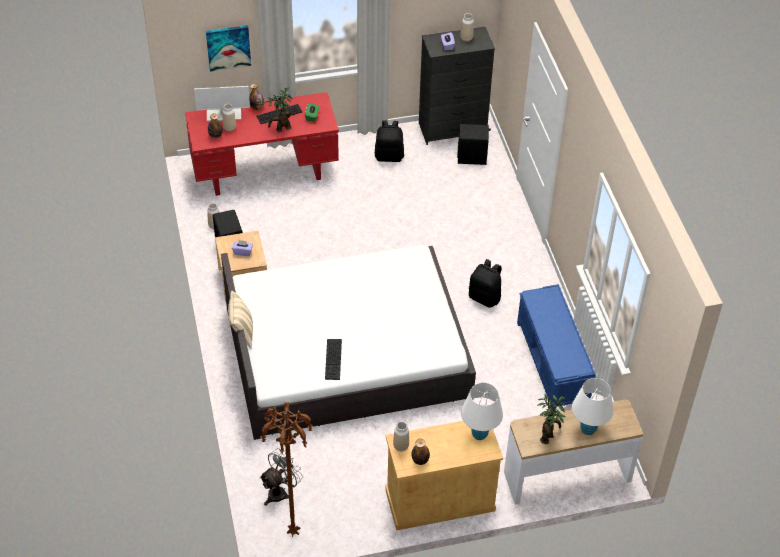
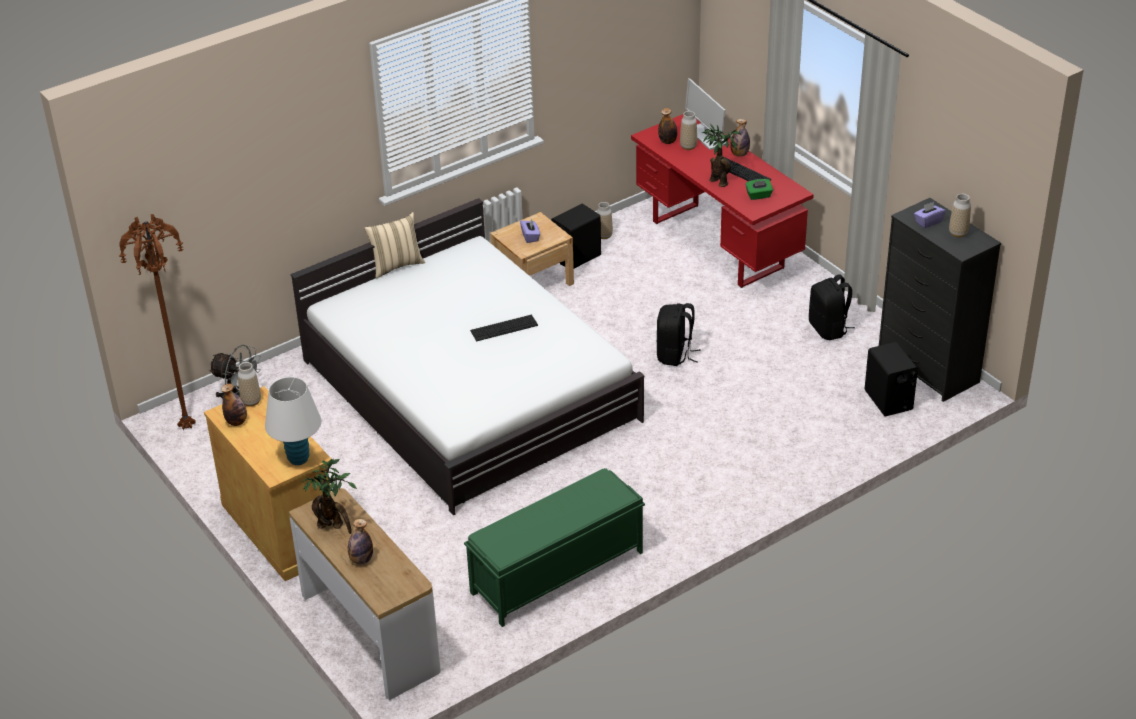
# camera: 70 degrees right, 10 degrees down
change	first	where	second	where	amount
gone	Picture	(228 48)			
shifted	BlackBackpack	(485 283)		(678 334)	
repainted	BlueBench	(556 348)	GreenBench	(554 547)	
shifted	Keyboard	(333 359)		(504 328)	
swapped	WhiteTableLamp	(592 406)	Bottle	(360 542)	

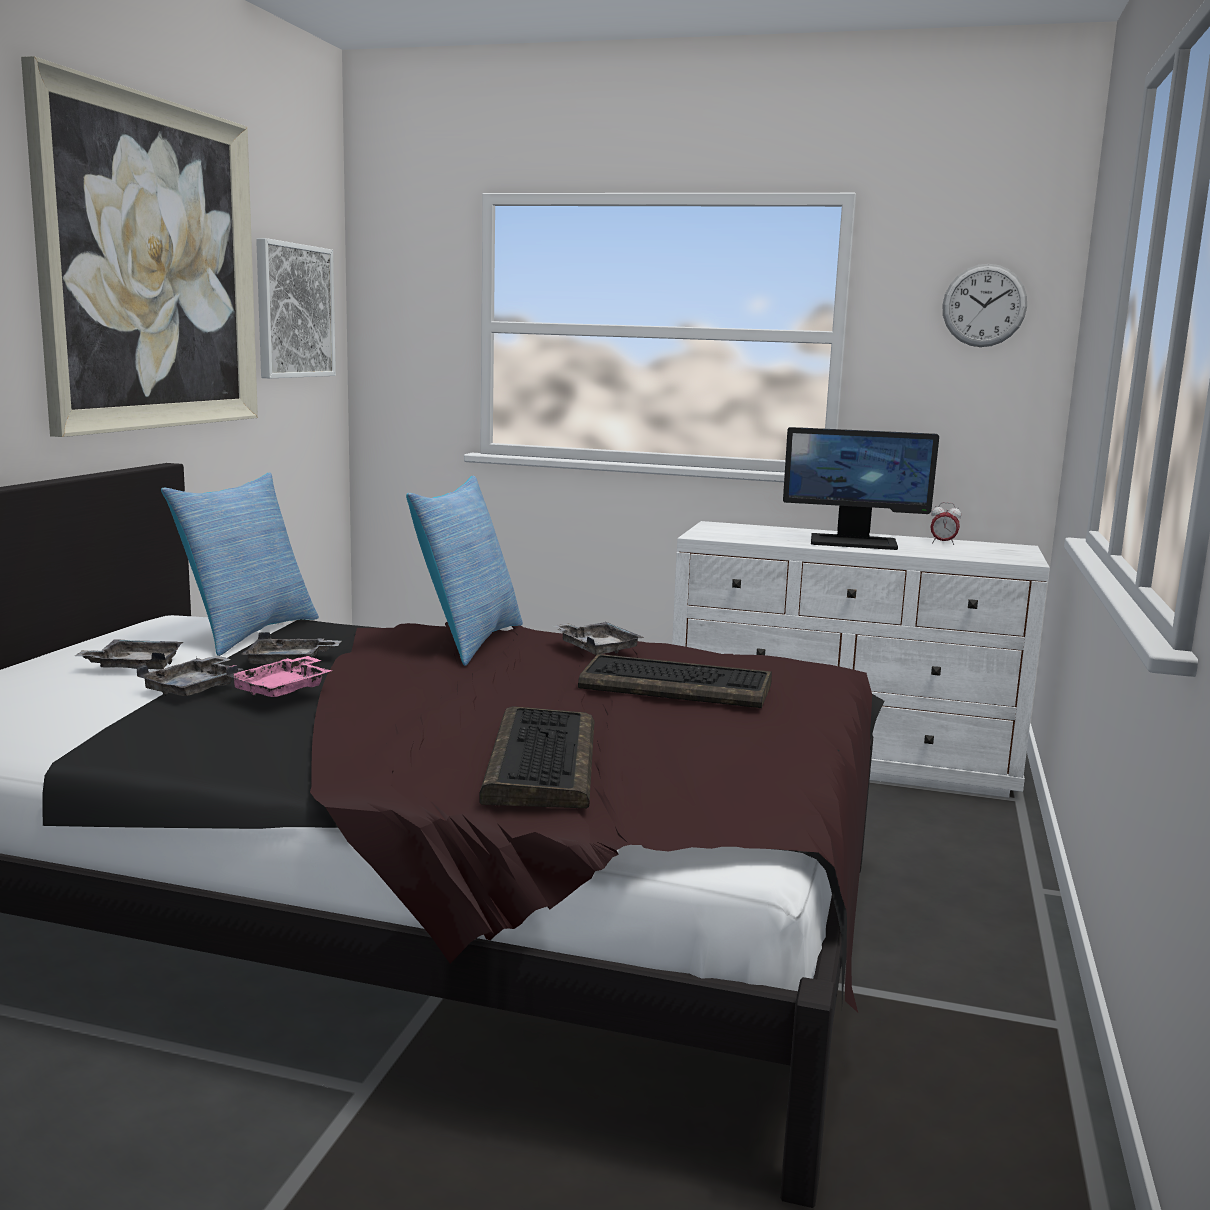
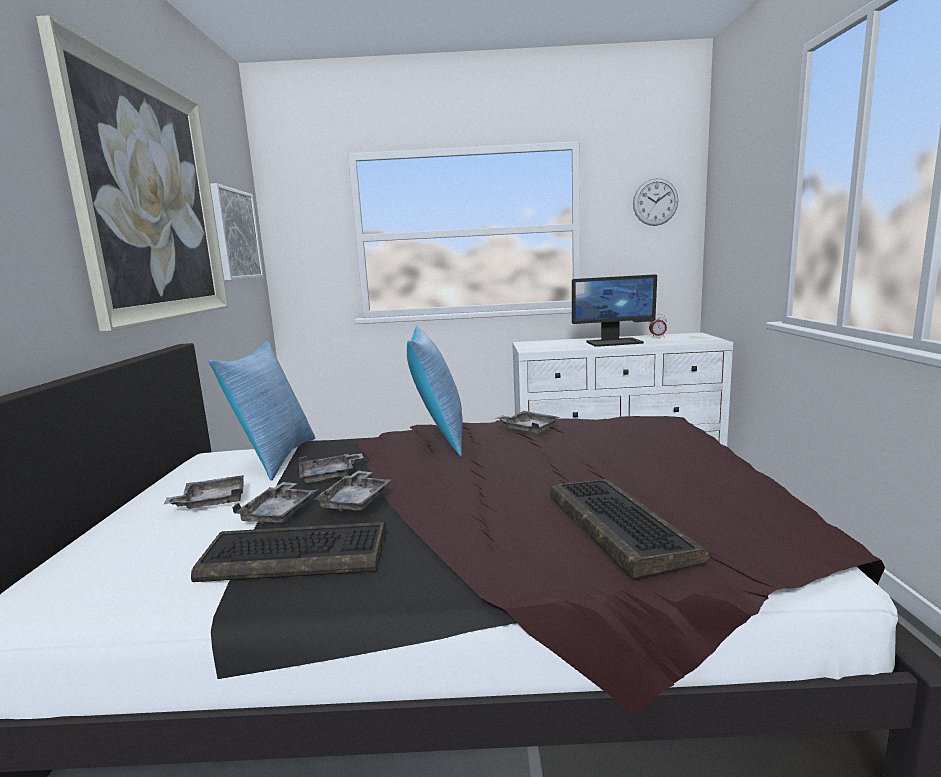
# camera: 15 degrees left, 0 degrees up
change	first	where	second	where	amount
shifted	Keyboard	(675 681)		(288 552)	
repainted	PinkTray	(279 676)	GreyTray	(352 491)	

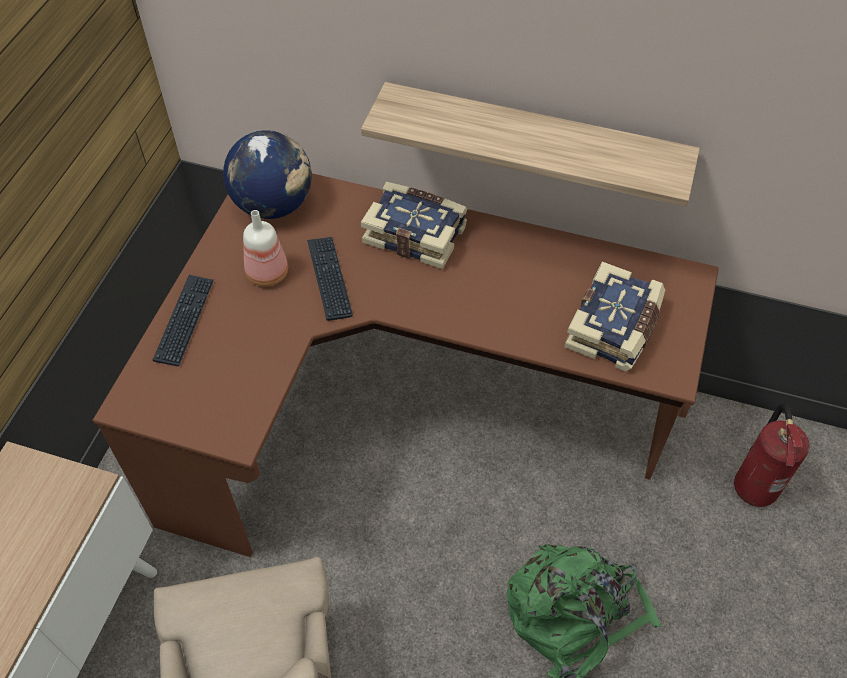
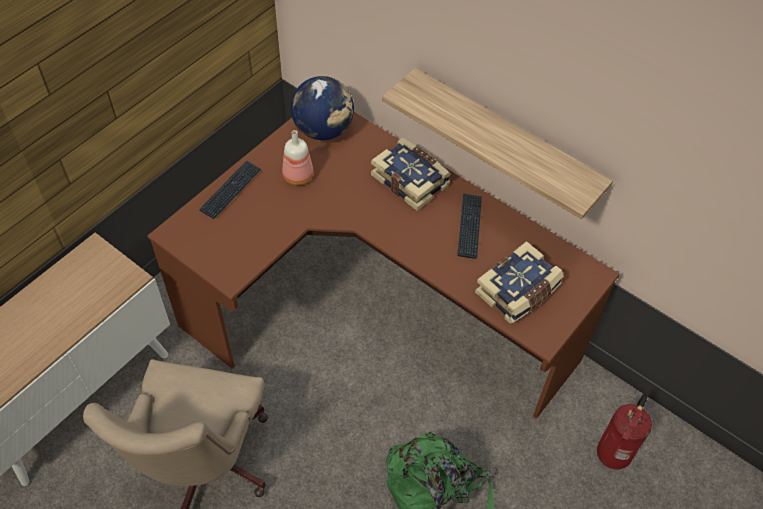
# camera: 20 degrees right, 0 degrees up
change	first	where	second	where	amount
shifted	Keyboard	(330 279)		(469 226)	

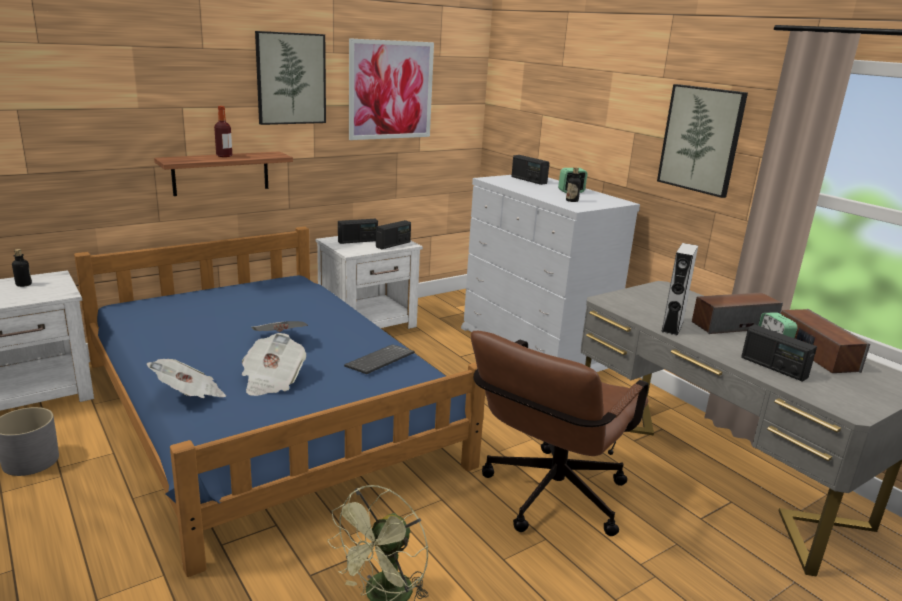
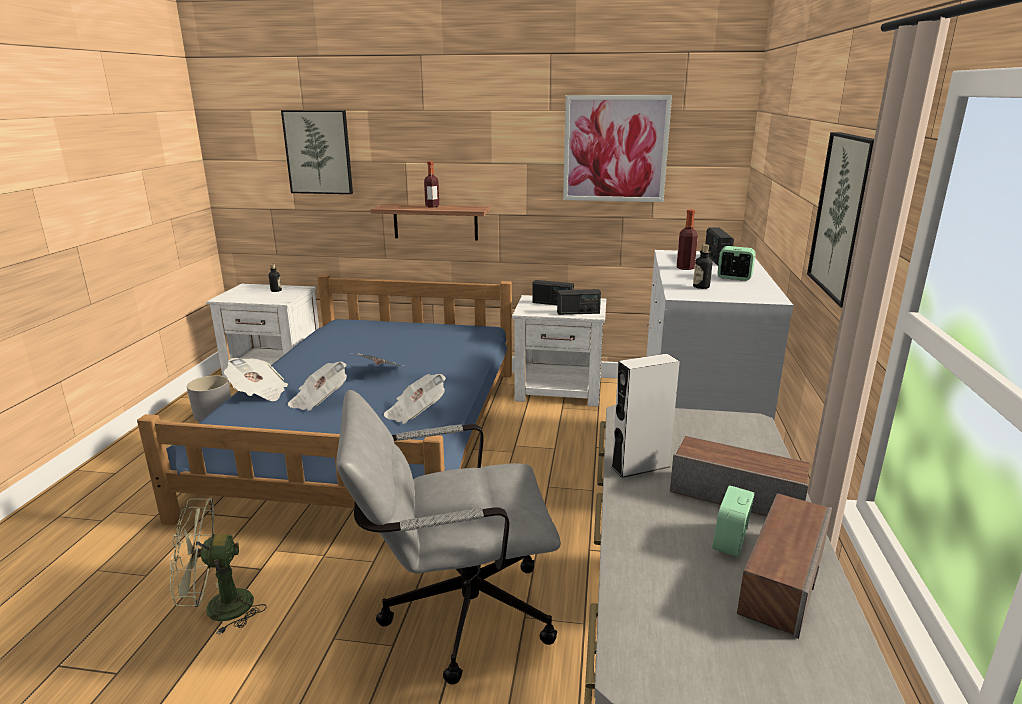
# camera: 45 degrees right, 0 degrees up
change	first	where	second	where	amount
shifted	Picture	(290 78)		(317 152)	
gone	Radio	(779 353)			
repainted	BrownOfficeChair	(560 433)	GreyOfficeChair	(448 537)	
swapped	Keyboard	(379 359)	Newspaper	(415 399)	
new			Bottle	(687 239)	

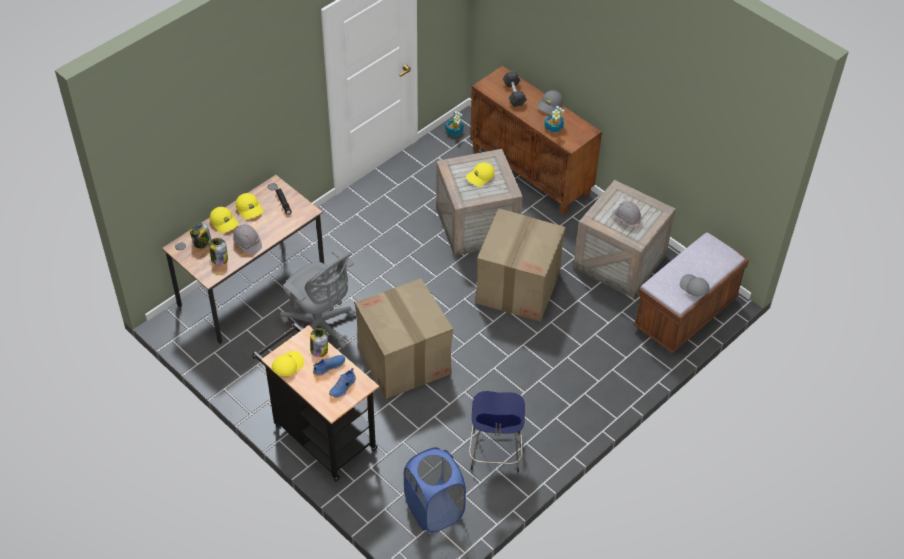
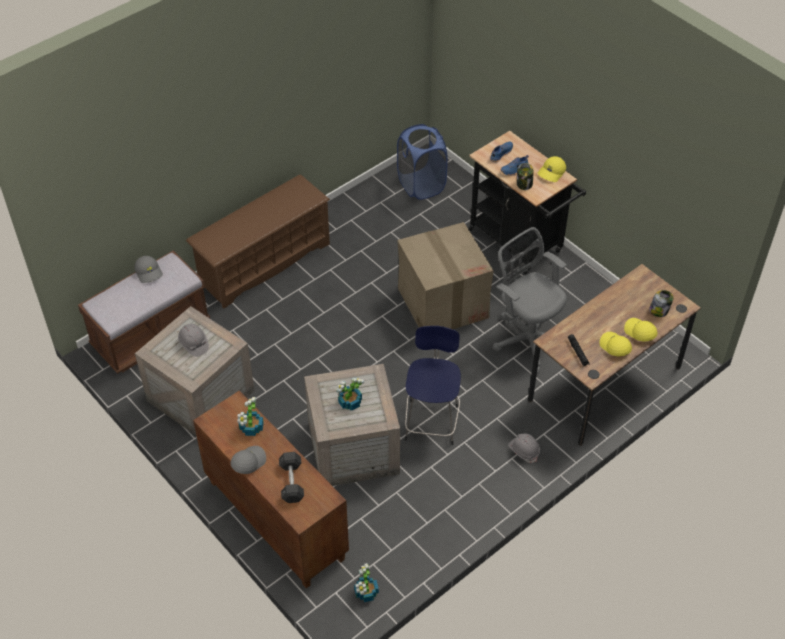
# camera: 175 degrees left, 0 degrees up
change	first	where	second	where	amount
swapped	YellowCap	(480 174)	PottedPlant	(350 394)	
gone	CardboardBox	(520 265)			
shifted	GreyHardHat	(247 239)		(524 448)	
gone	Jar	(218 251)			
shifted	BlueStool	(497 432)		(433 385)	
new			BrownShoeRack	(258 241)	

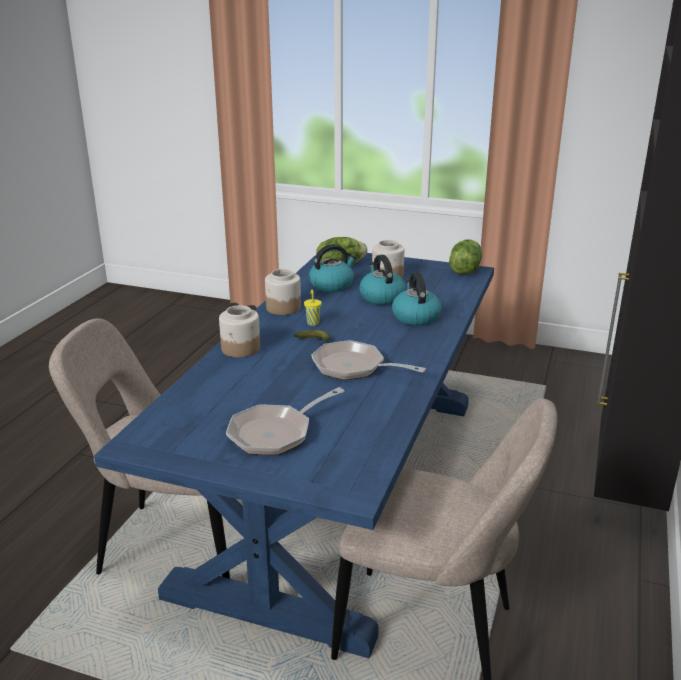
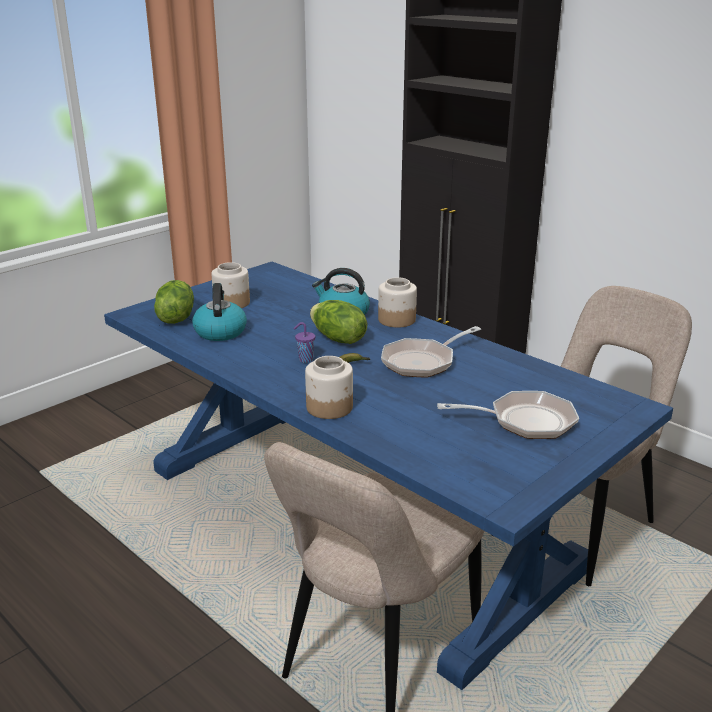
# camera: 65 degrees left, 0 degrees up
change	first	where	second	where	amount
shifted	Lettuce	(465 257)		(338 322)	
gone	Kettle	(382 280)			
shifted	Jar	(283 292)		(397 302)	
repainted	YellowCup	(313 308)	PurpleCup	(304 342)	
rotated	FryingPan	(285 421)		(508 415)	75 degrees counterclockwise

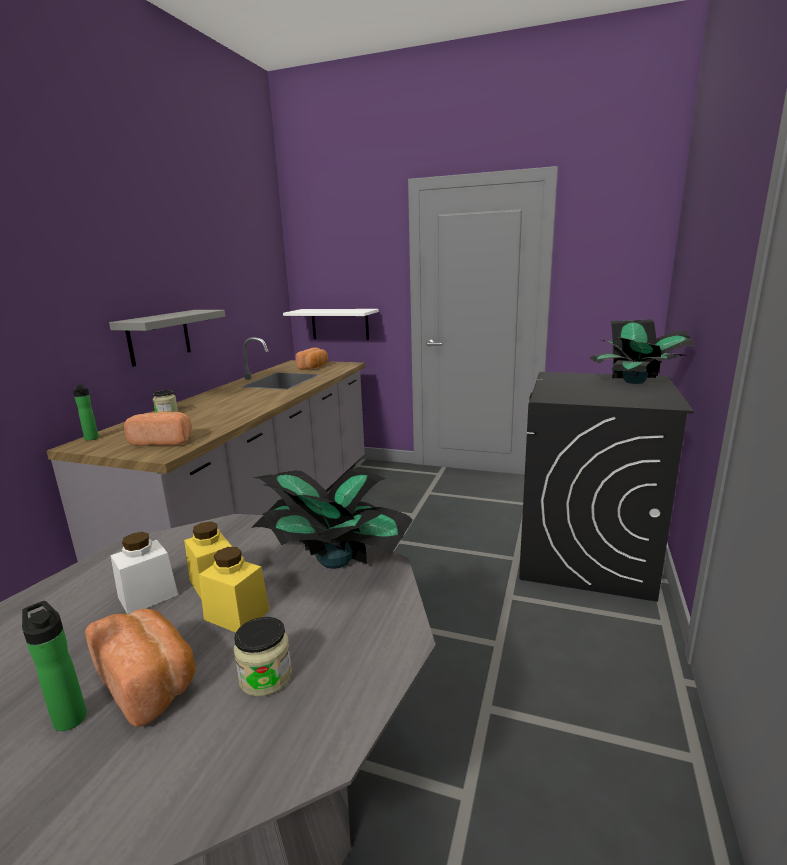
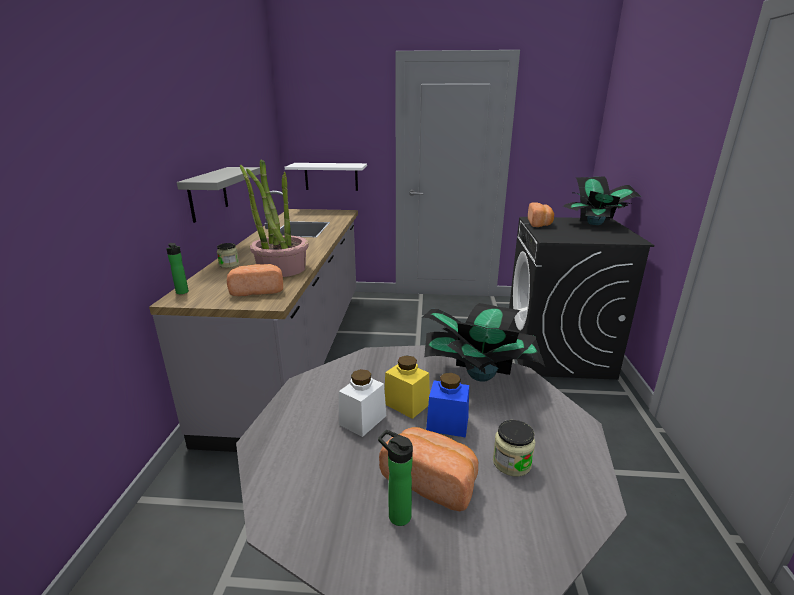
# camera: 15 degrees left, 5 degrees up
change	first	where	second	where	amount
shifted	Bread	(312 359)		(541 215)	
repainted	YellowJar	(234 589)	BlueJar	(447 405)	
new			PottedPlant	(274 218)	

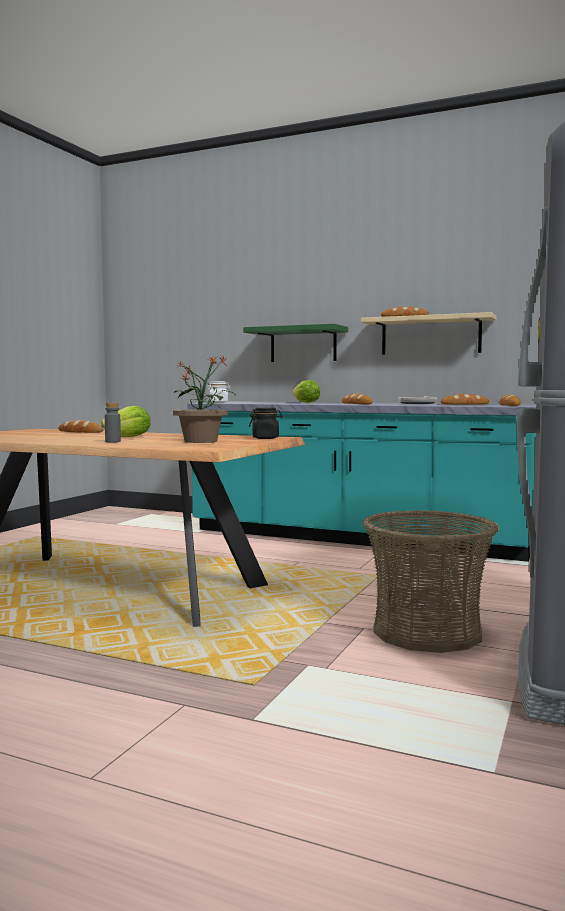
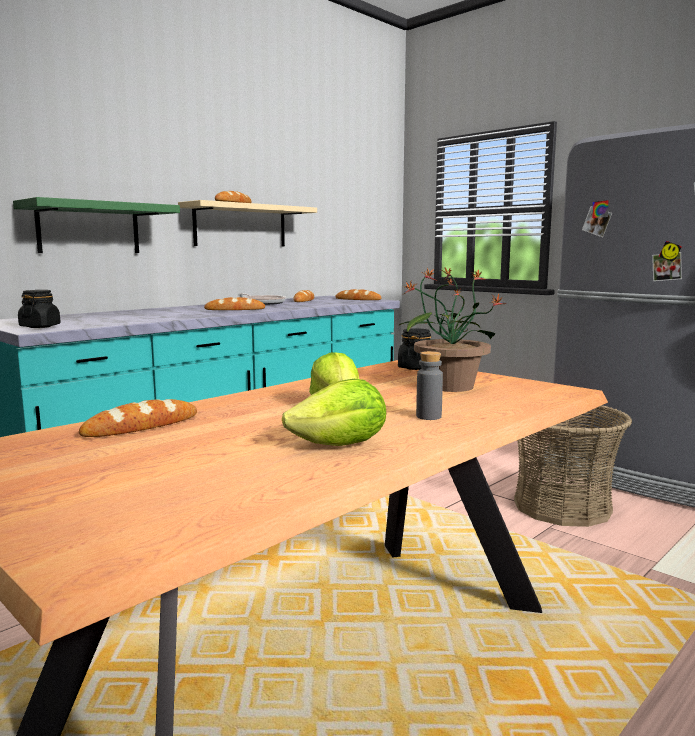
# camera: 70 degrees left, 5 degrees up
change	first	where	second	where	amount
shifted	Lettuce	(306 391)		(334 412)	
repainted	WhiteJar	(218 392)	BlackJar	(39 309)	

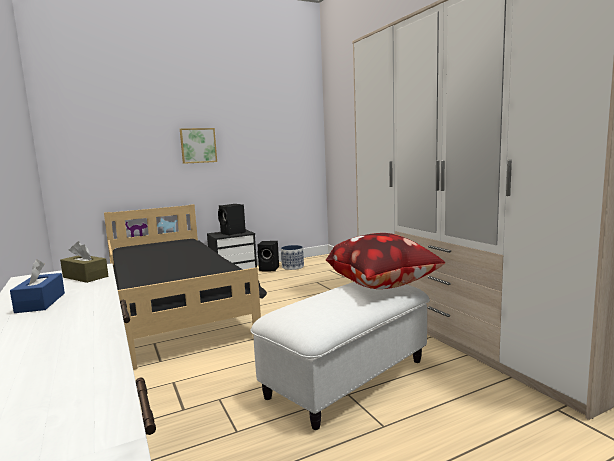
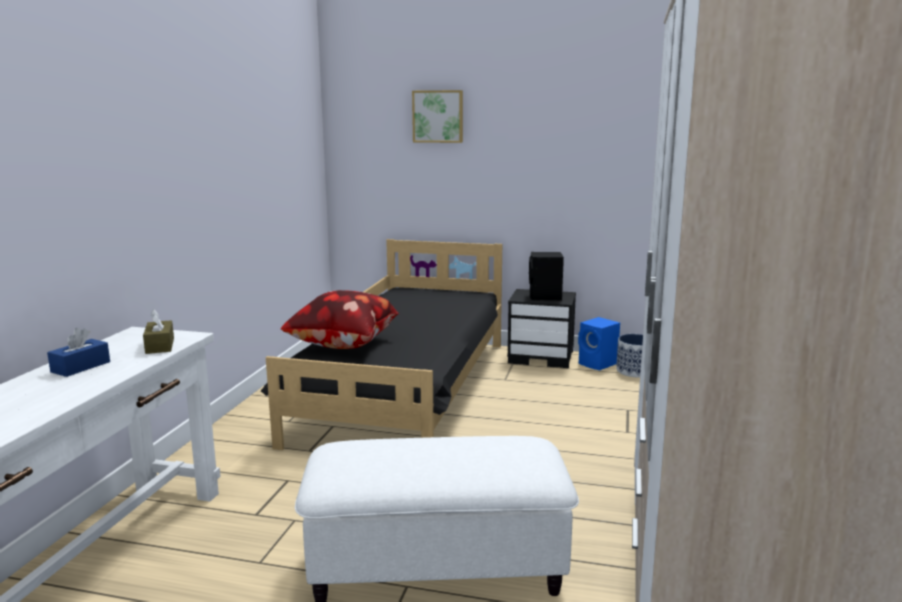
# camera: 40 degrees right, 5 degrees up
change	first	where	second	where	amount
shifted	Picture	(198 146)		(437 116)	
shifted	Pillow	(385 261)		(340 319)	
repainted	BlackSpeaker	(268 256)	BlueSpeaker	(599 343)	

